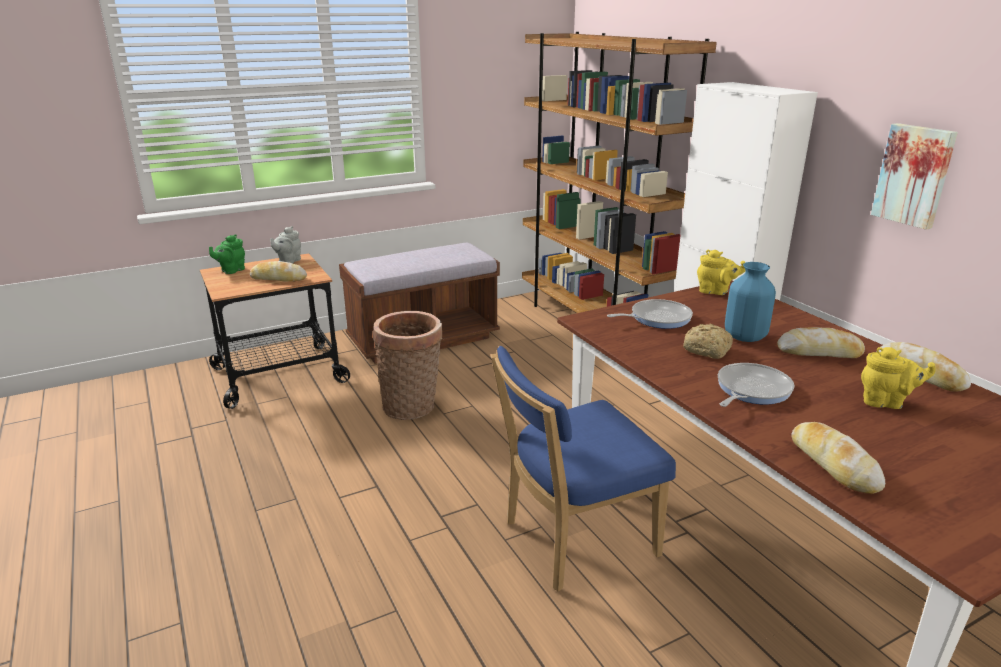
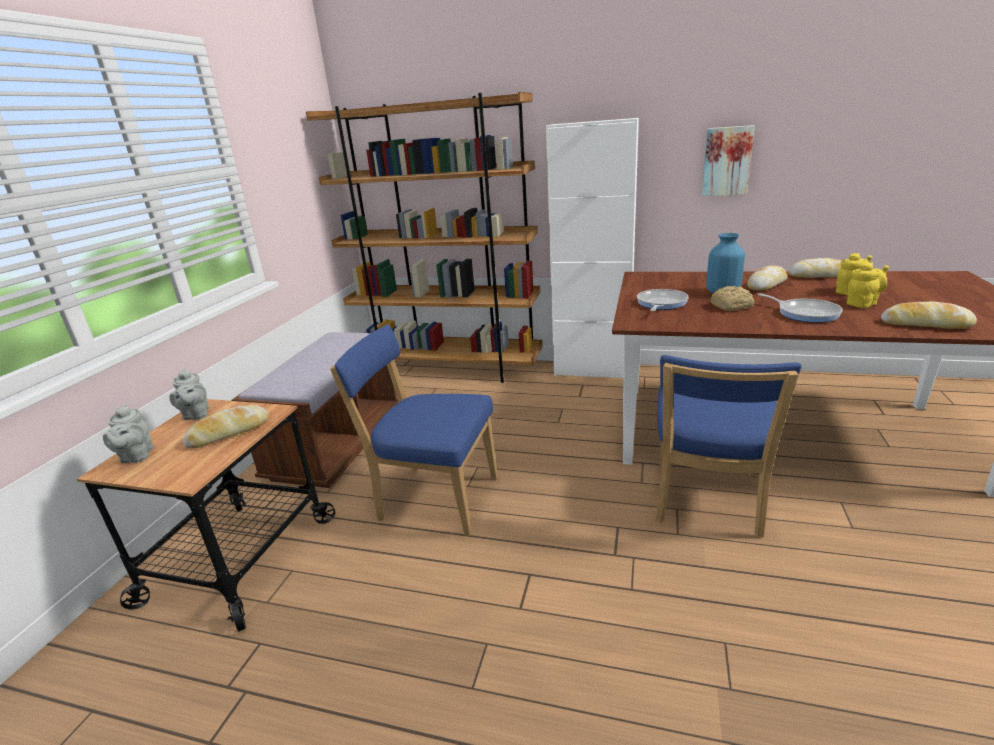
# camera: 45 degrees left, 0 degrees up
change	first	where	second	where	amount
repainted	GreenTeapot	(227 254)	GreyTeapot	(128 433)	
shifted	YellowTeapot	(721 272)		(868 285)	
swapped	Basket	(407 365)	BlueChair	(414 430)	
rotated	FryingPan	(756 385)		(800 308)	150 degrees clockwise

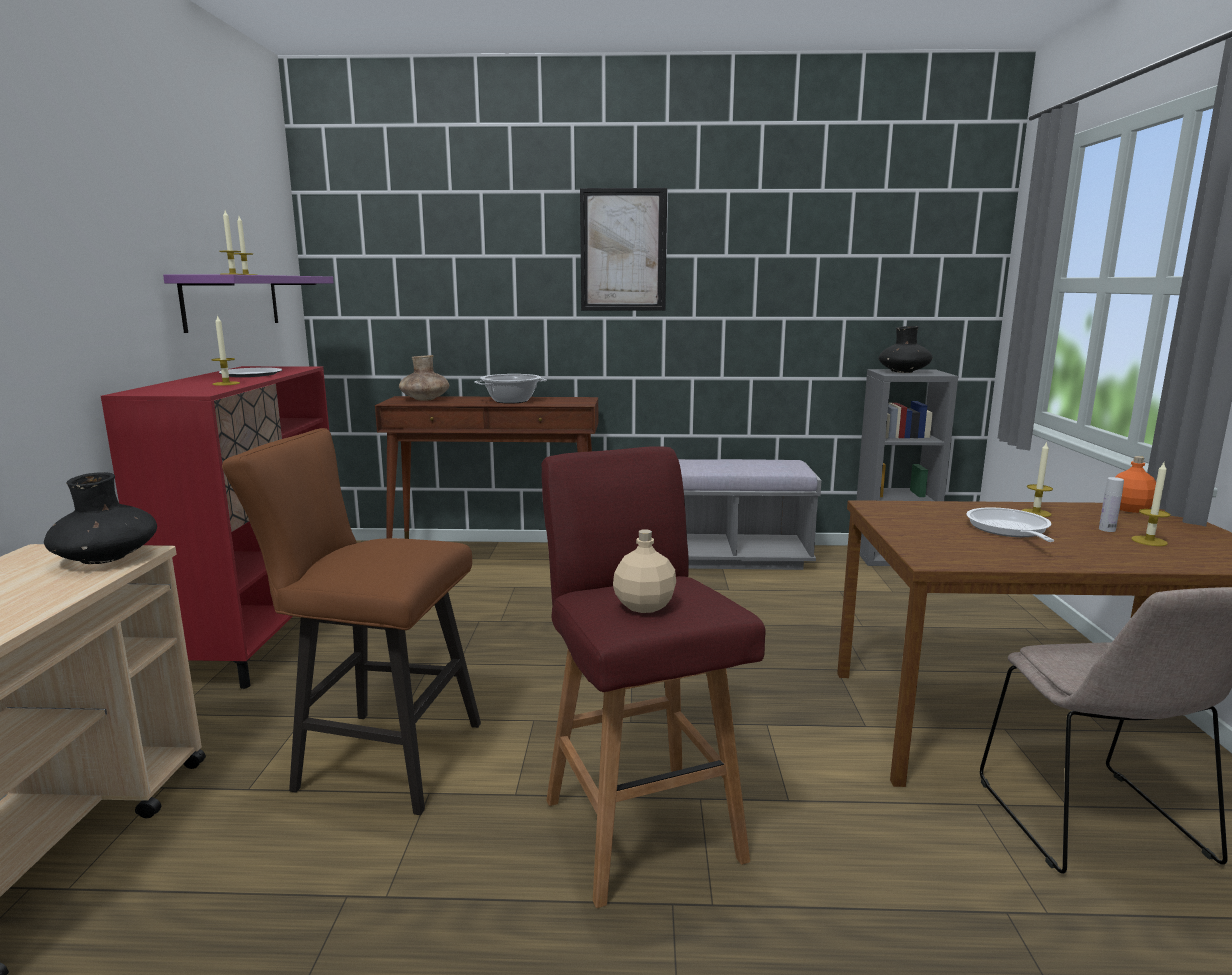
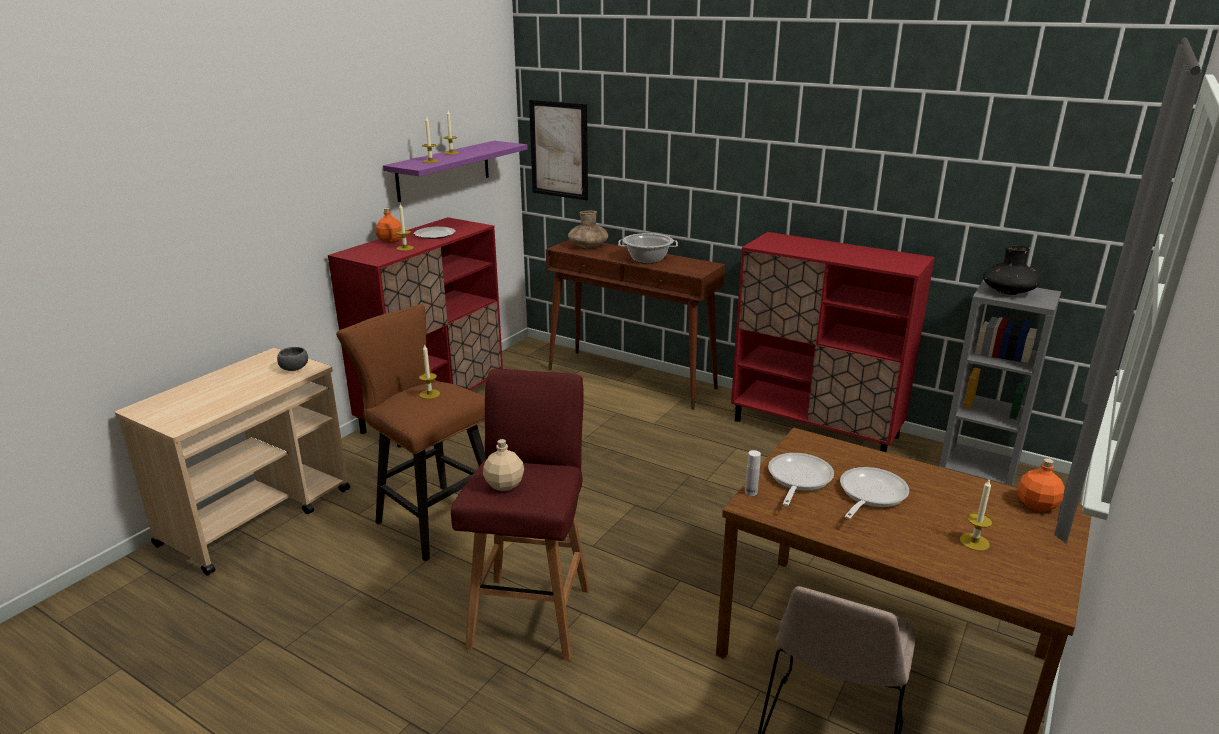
# camera: 30 degrees right, 10 degrees up
change	first	where	second	where	amount
shifted	Picture	(623 249)		(558 149)	
shifted	Candle	(1037 479)		(429 371)	
swapped	GreyBench	(750 514)	RedCabinet	(833 342)	
swapped	BlackVase	(100 518)	GreyBowl	(292 359)	
shifted	WhiteBottle	(1111 504)		(753 473)	
new			OrangeBottle	(389 225)	
new			FryingPan	(801 479)	

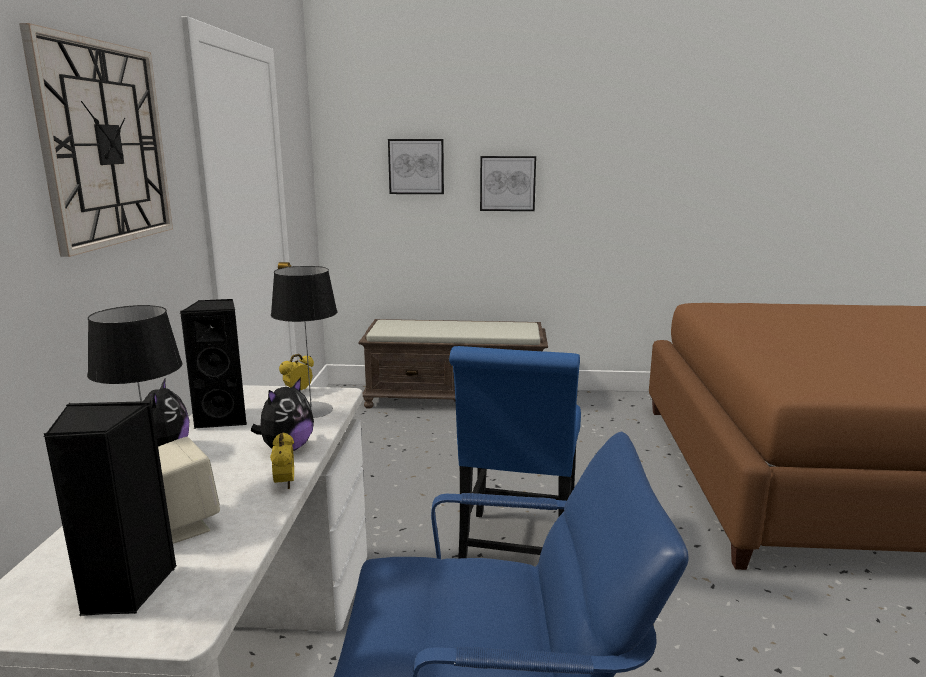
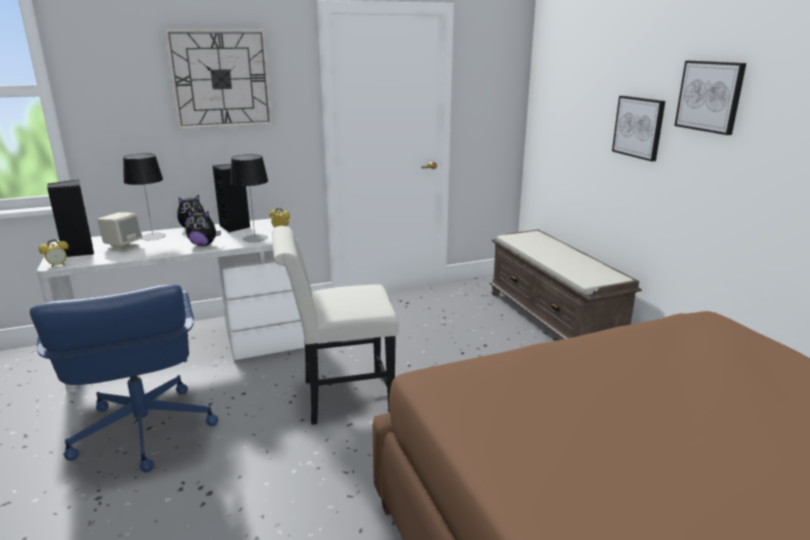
# camera: 65 degrees right, 5 degrees up
change	first	where	second	where	amount
shifted	Picture	(416 166)		(710 98)	
repainted	BlueChair	(515 452)	WhiteChair	(335 325)	
shifted	AlarmClock	(282 460)		(54 253)	

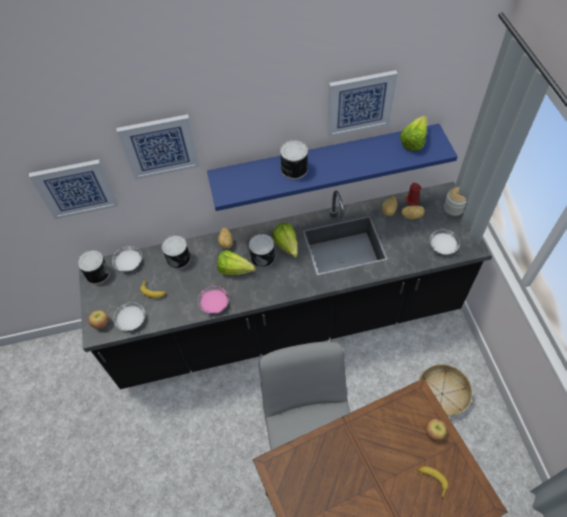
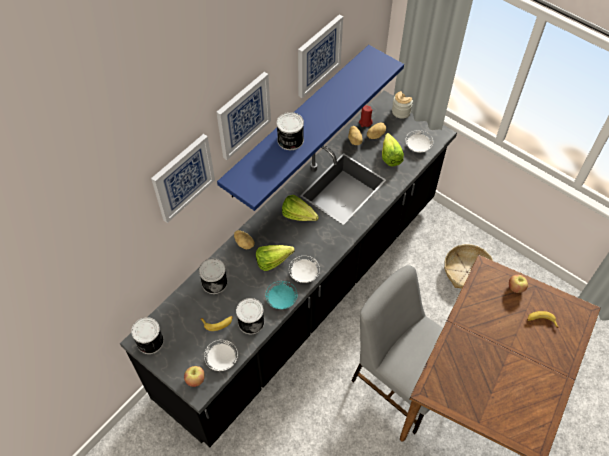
# camera: 40 degrees left, 0 degrees up
change	first	where	second	where	amount
shifted	Lettuce	(413 133)		(393 149)	
shifted	Picture	(73 189)		(243 116)	
shifted	Can	(262 251)		(250 316)	
shifted	WhitePlate	(127 258)		(304 269)	
repainted	PinkPlate	(213 300)	TurquoisePlate	(281 295)	

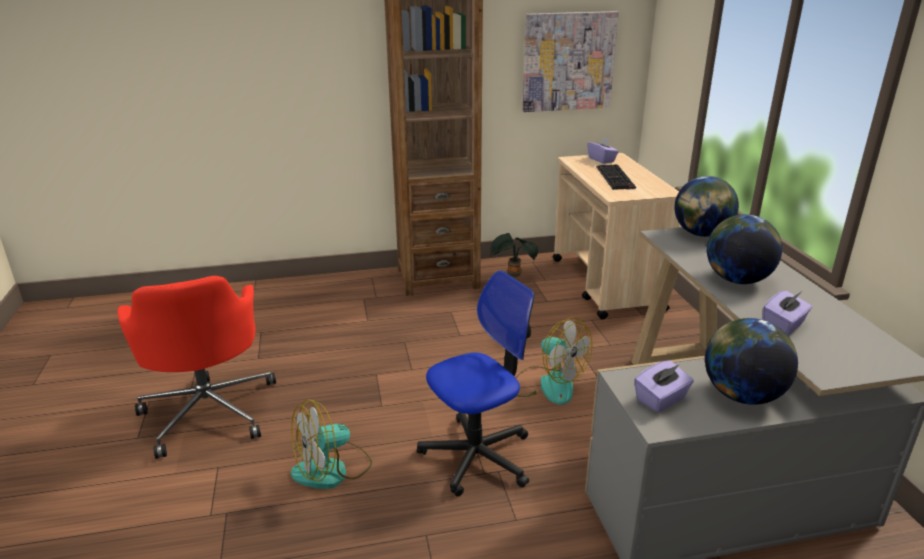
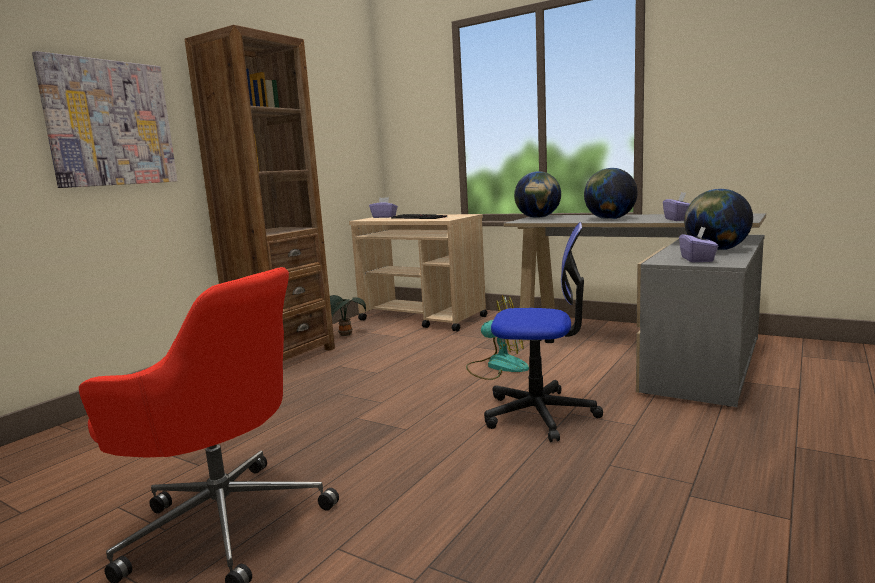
# camera: 45 degrees left, 15 degrees down
change	first	where	second	where	amount
shifted	Picture	(571 61)		(105 119)	
rotated	OfficeChair	(475 383)		(543 332)	90 degrees clockwise
gone	Fan	(331 444)			

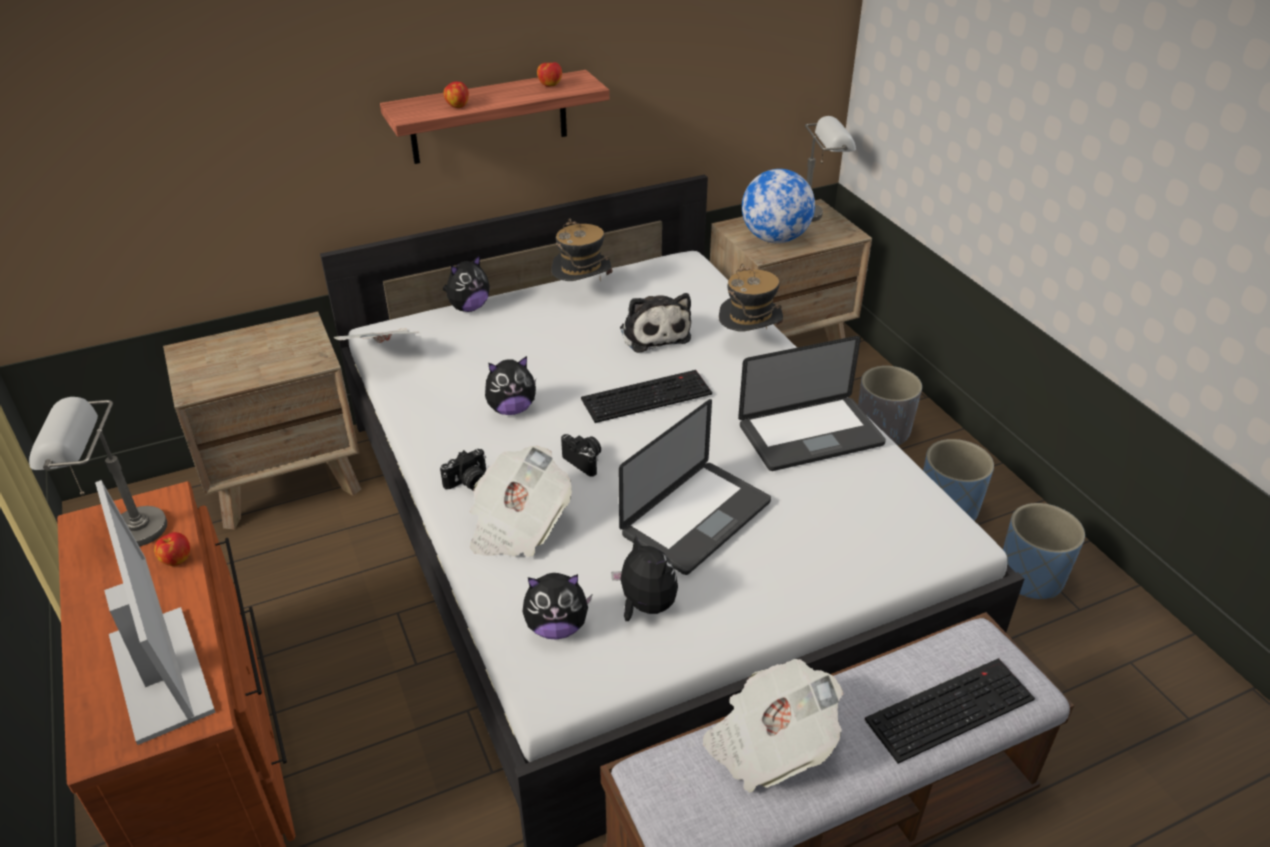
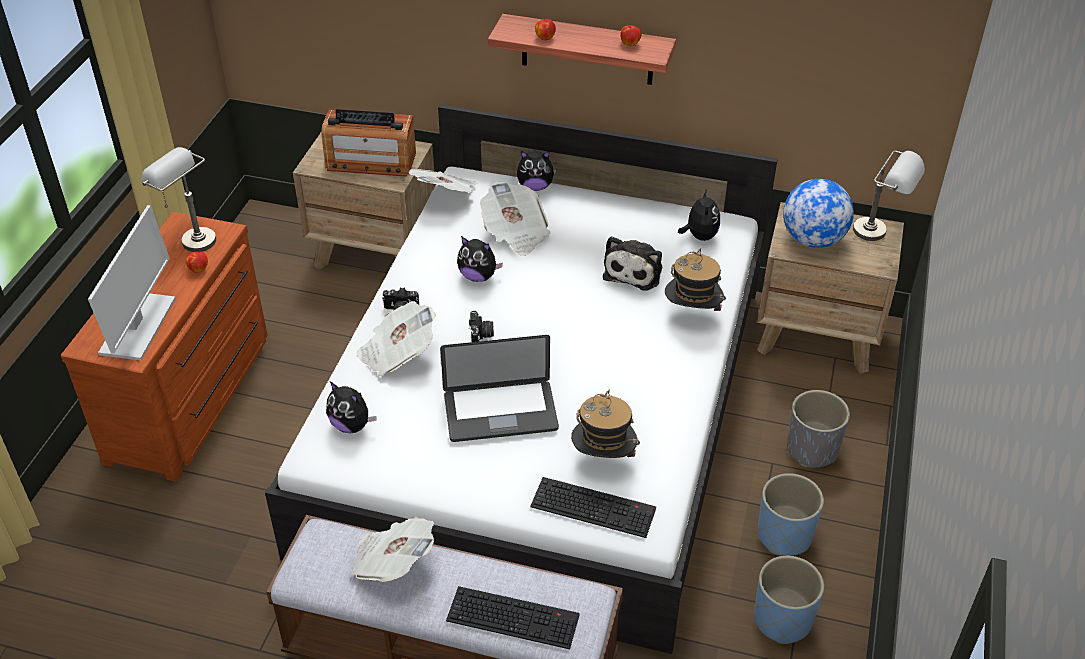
# camera: 40 degrees right, 5 degrees up
change	first	where	second	where	amount
shifted	Hat	(581 249)		(605 423)	
gone	Laptop	(812 403)			
shifted	Keyboard	(646 396)		(593 507)	
shifted	PlushToy	(644 577)		(699 215)	
new			Radio	(368 143)	
new			Newspaper	(515 218)	

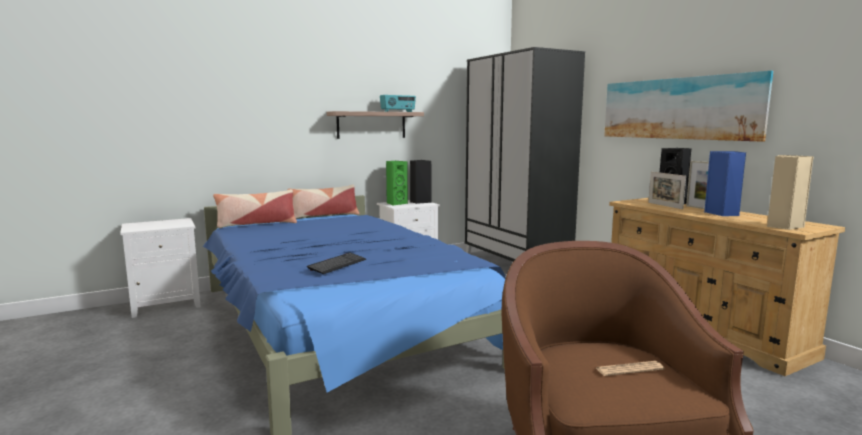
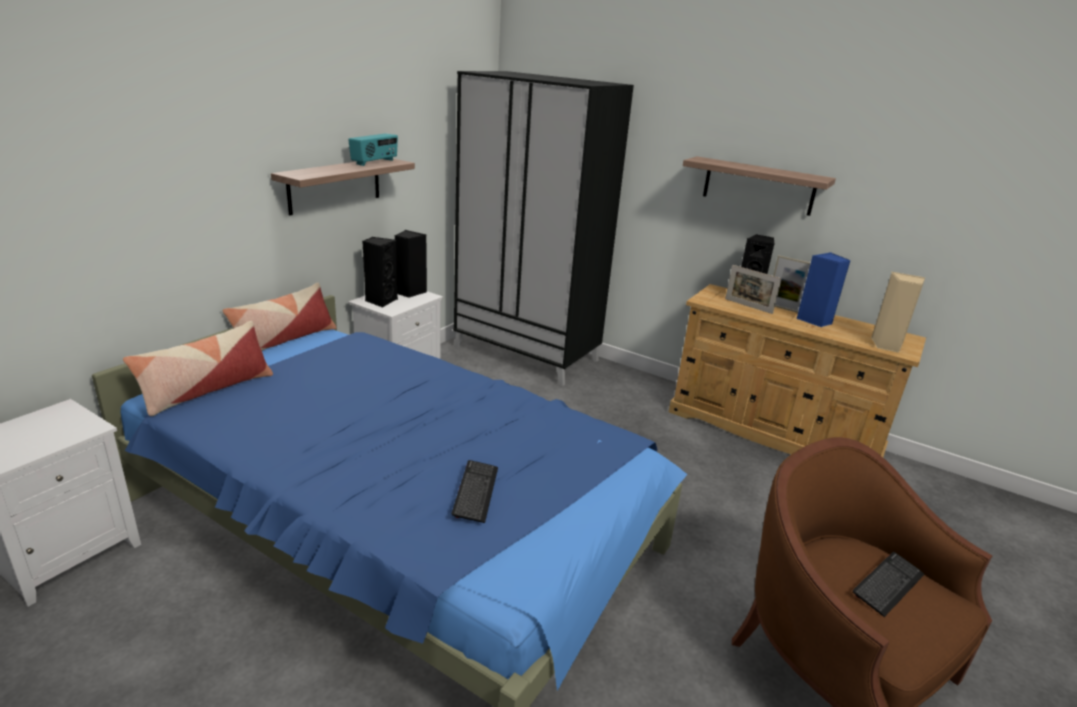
# camera: 30 degrees left, 15 degrees up
change	first	where	second	where	amount
swapped	Picture	(688 106)	Shelf	(759 186)	
repainted	GreenSpeaker	(397 183)	BlackSpeaker	(380 272)	
swapped	Newspaper	(630 368)	Keyboard	(888 584)	

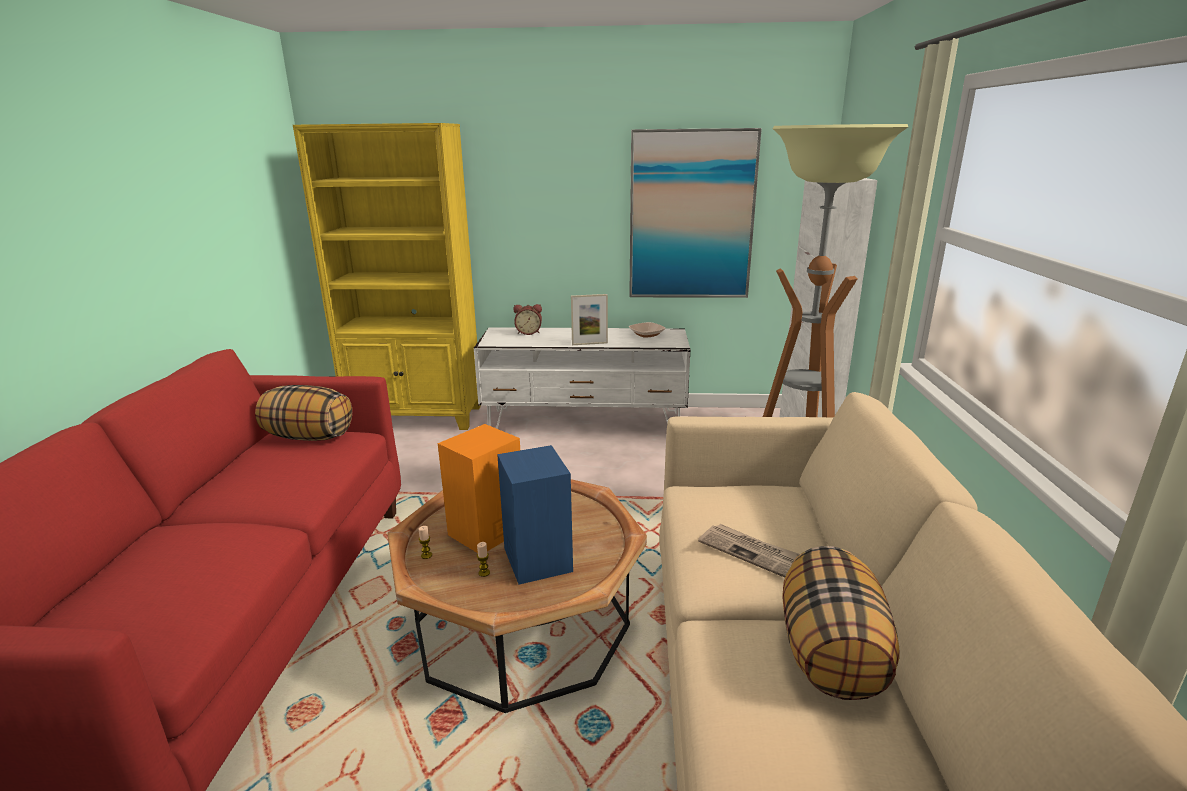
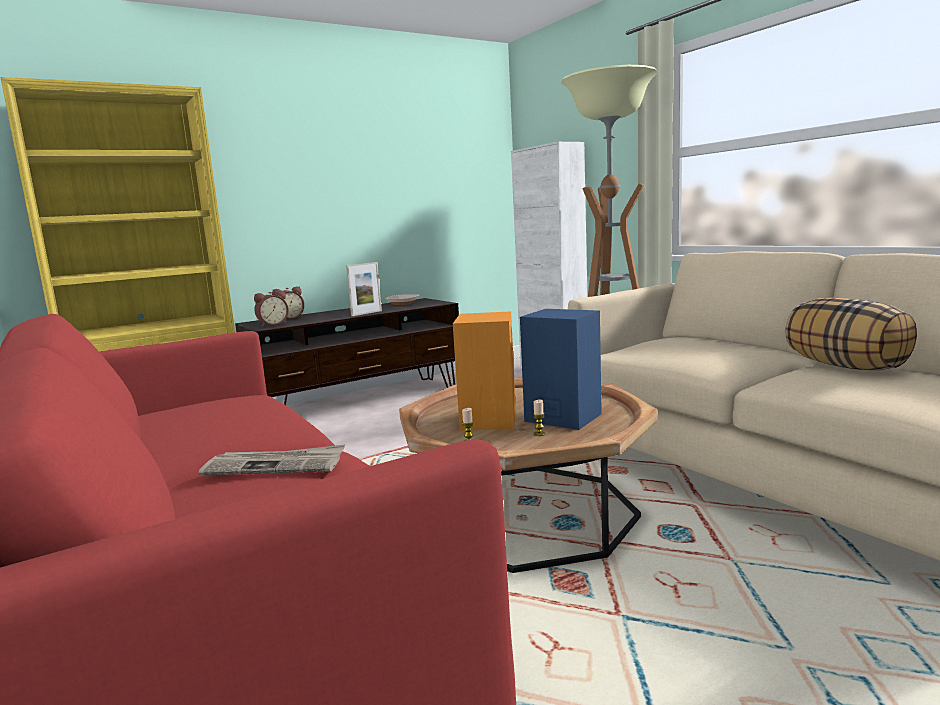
# camera: 35 degrees left, 10 degrees down
change	first	where	second	where	amount
gone	Picture	(695 213)			
repainted	WhiteTvStand	(582 378)	BrownTvStand	(347 351)	
gone	Pillow	(303 413)			
shifted	Newspaper	(749 551)		(272 460)	
new			AlarmClock	(271 308)	

